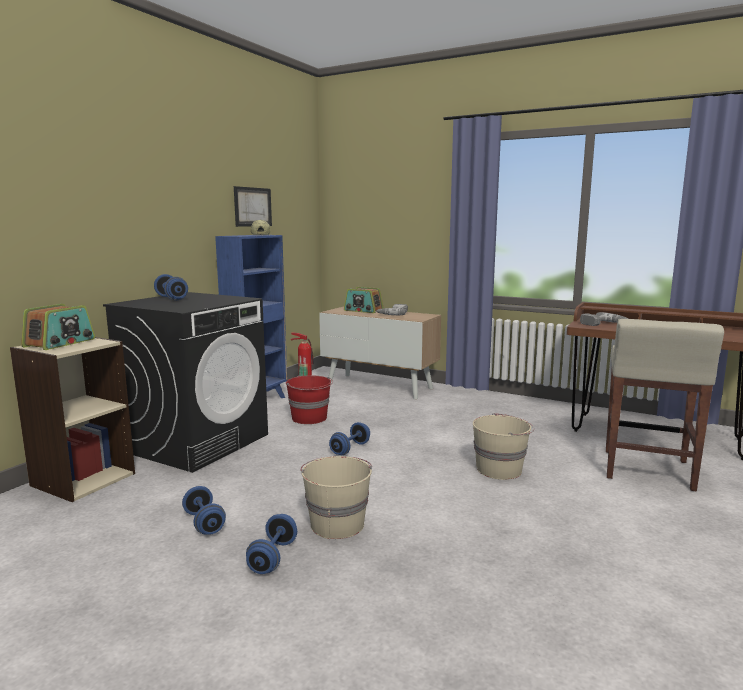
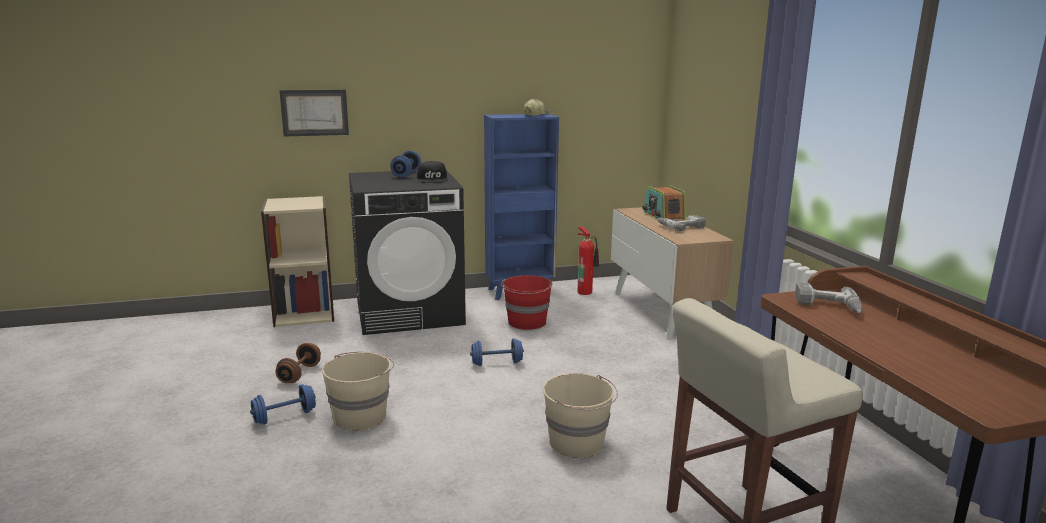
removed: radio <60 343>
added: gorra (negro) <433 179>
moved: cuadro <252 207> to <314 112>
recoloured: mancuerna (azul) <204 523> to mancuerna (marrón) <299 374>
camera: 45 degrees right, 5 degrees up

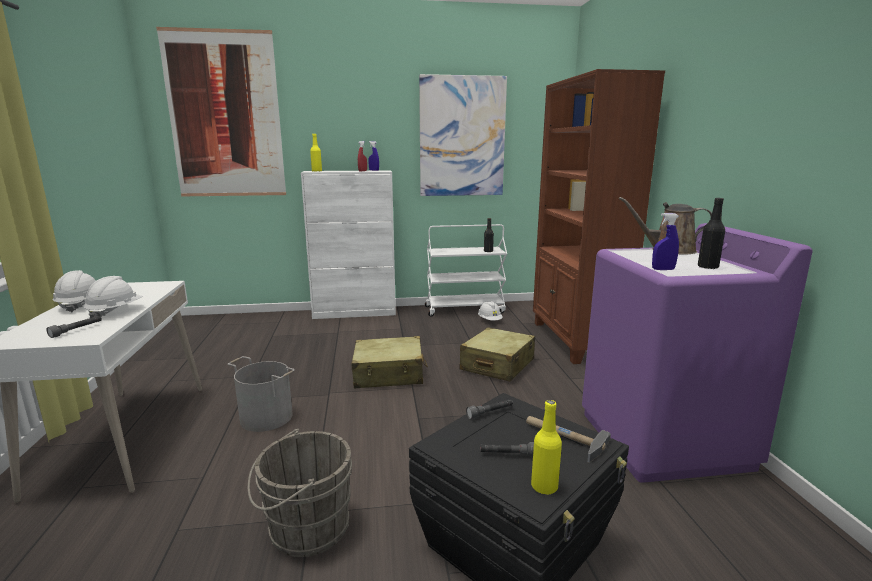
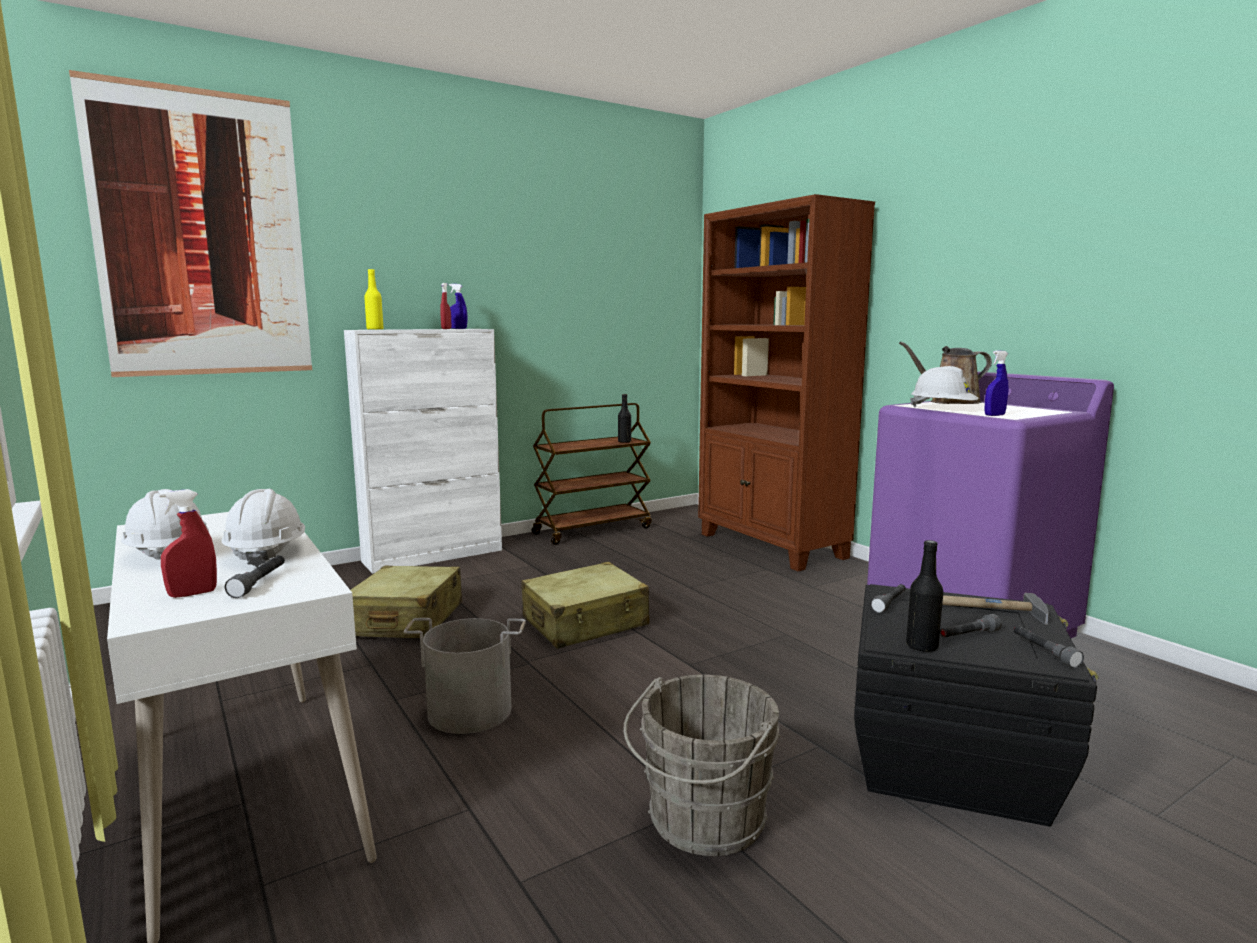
removed: cuadro <462 137>
added: pulverizador (rojo) <192 594>
moved: botella (negro) <707 267> to <921 646>; casco (blanco) <489 320> to <942 409>; maleta (beis) <497 365> to <405 620>
replaced: botella (amarillo) <544 487> to linterna (gris) <1044 652>
recoloured: carrito (blanco) <465 309> to carrito (marrón) <593 530>
camera: 25 degrees left, 5 degrees down

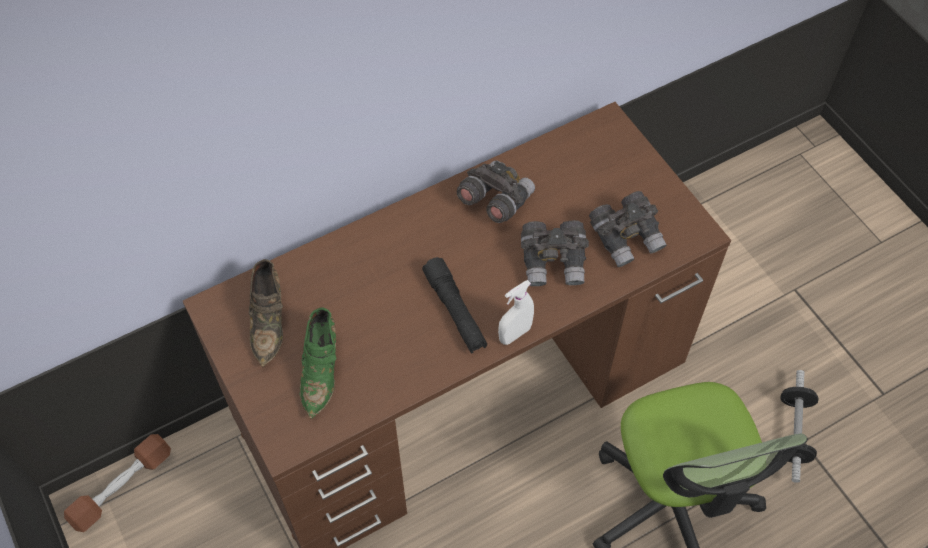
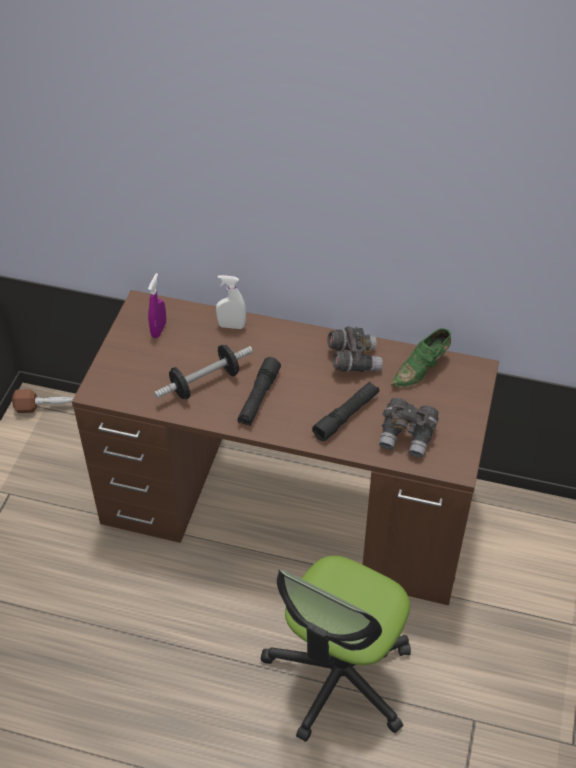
moved: pulverizador (blanco) <515 334> to <231 326>; zapato (verde) <321 370> to <421 370>; mancuerna <793 432> to <205 383>
replaced: prismáticos (gris) <554 262> to linterna (negro) <346 416>; zapato (marrón) <269 321> to pulverizador (morado) <159 330>
camera: 45 degrees right, 10 degrees down

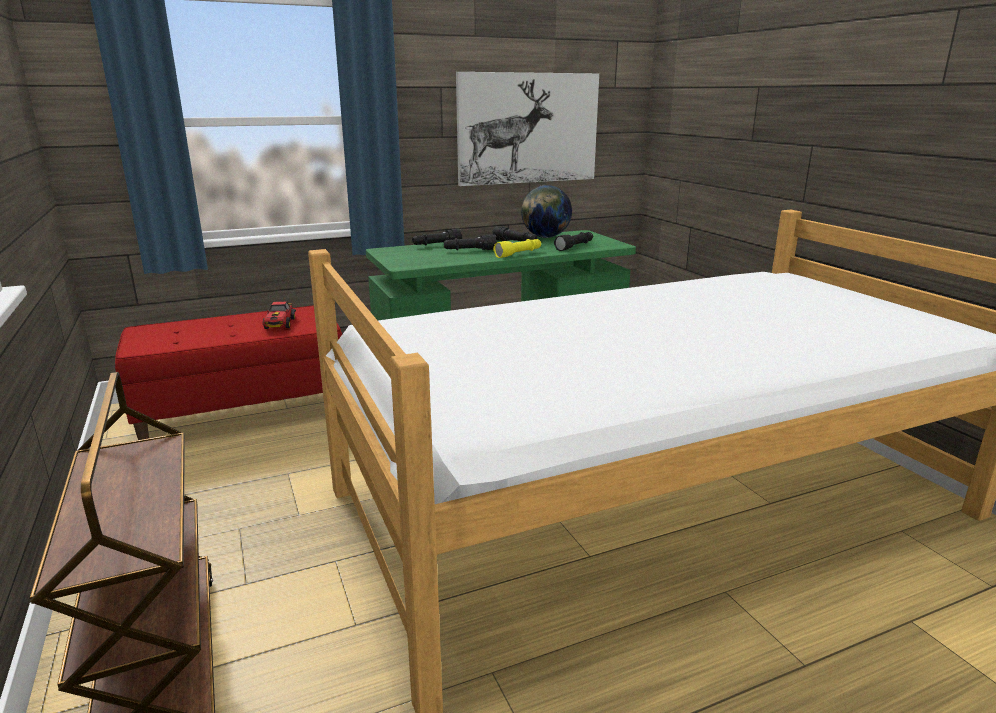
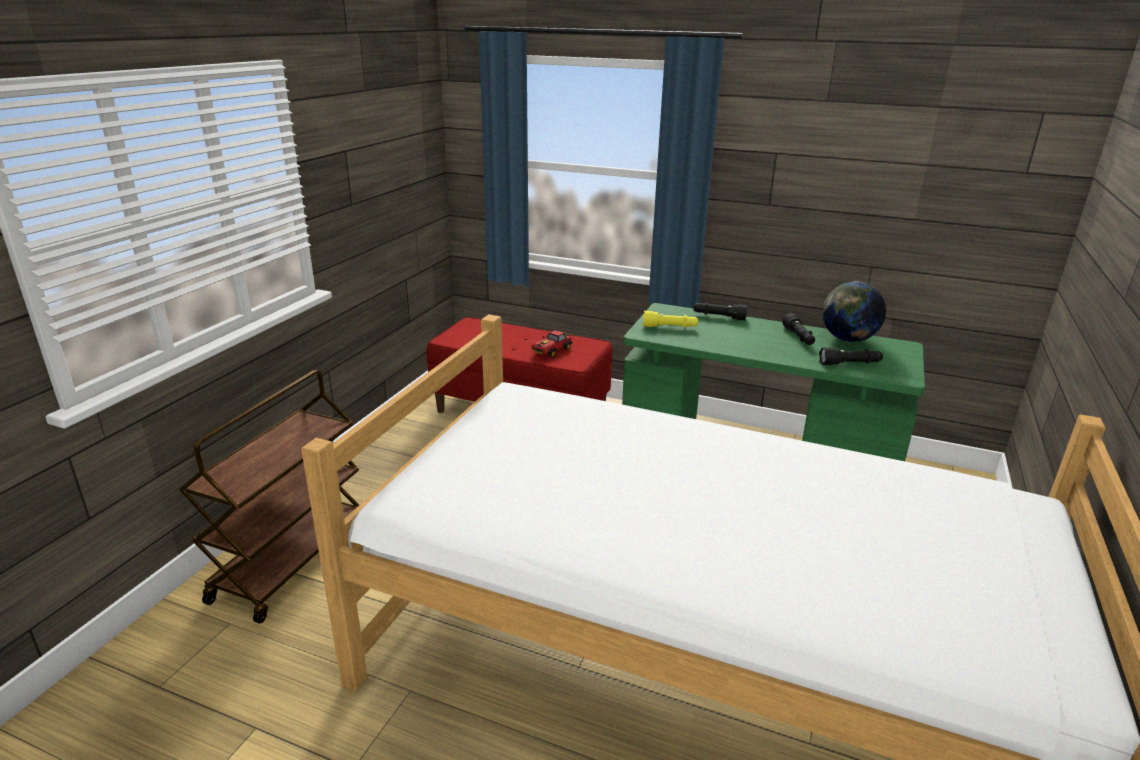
removed: cuadro <528 128>; linterna (negro) <470 250>
moved: linterna (amarillo) <518 254> to <669 327>
camera: 45 degrees right, 5 degrees up

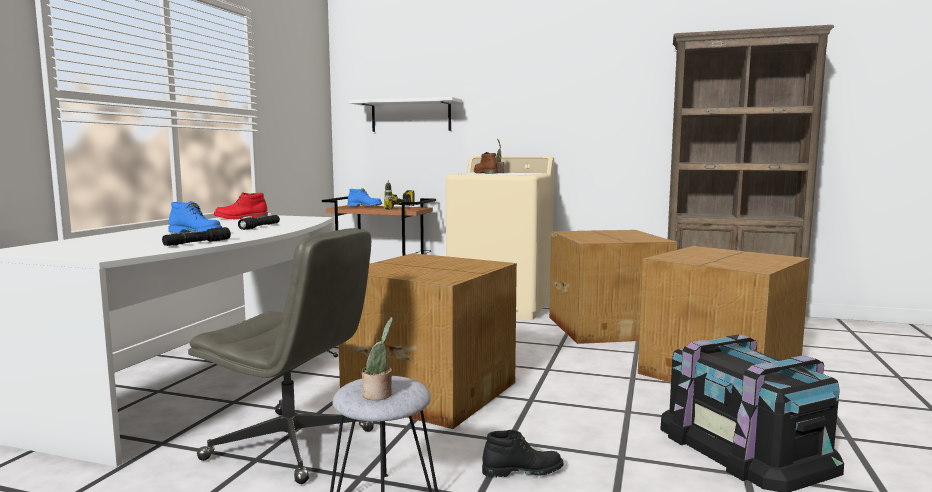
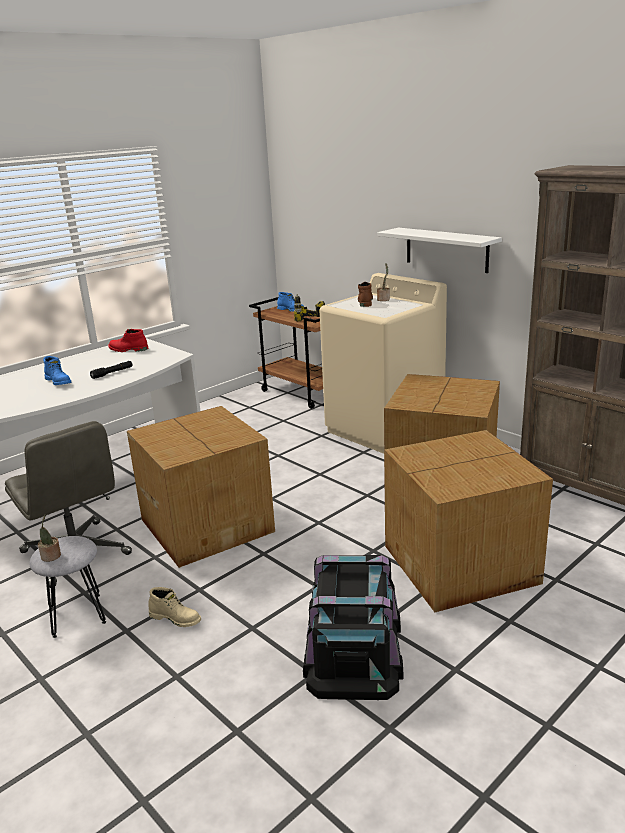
removed: linterna (negro) <197 243>
moved: estante (blanco) <411 116> to <446 249>
recoloured: bota (negro) <522 470> to bota (beis) <176 618>
camera: 30 degrees right, 15 degrees up

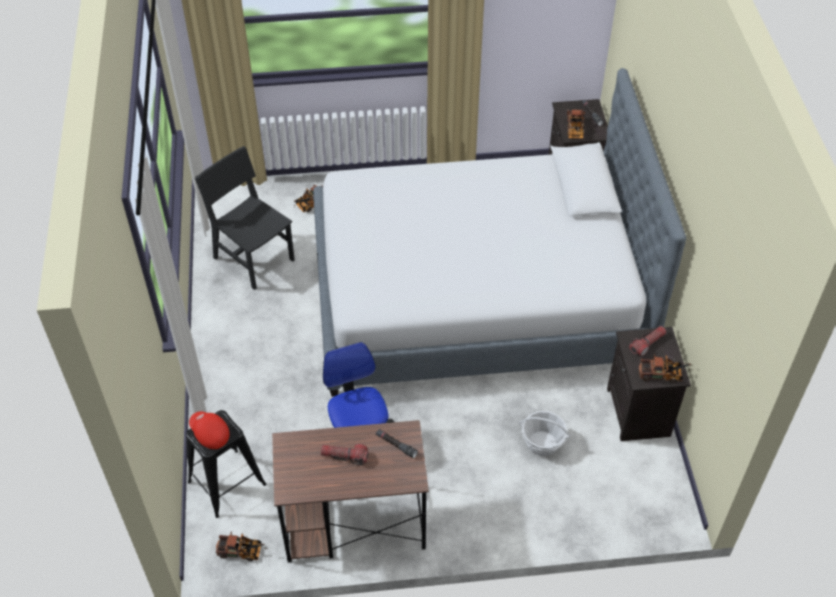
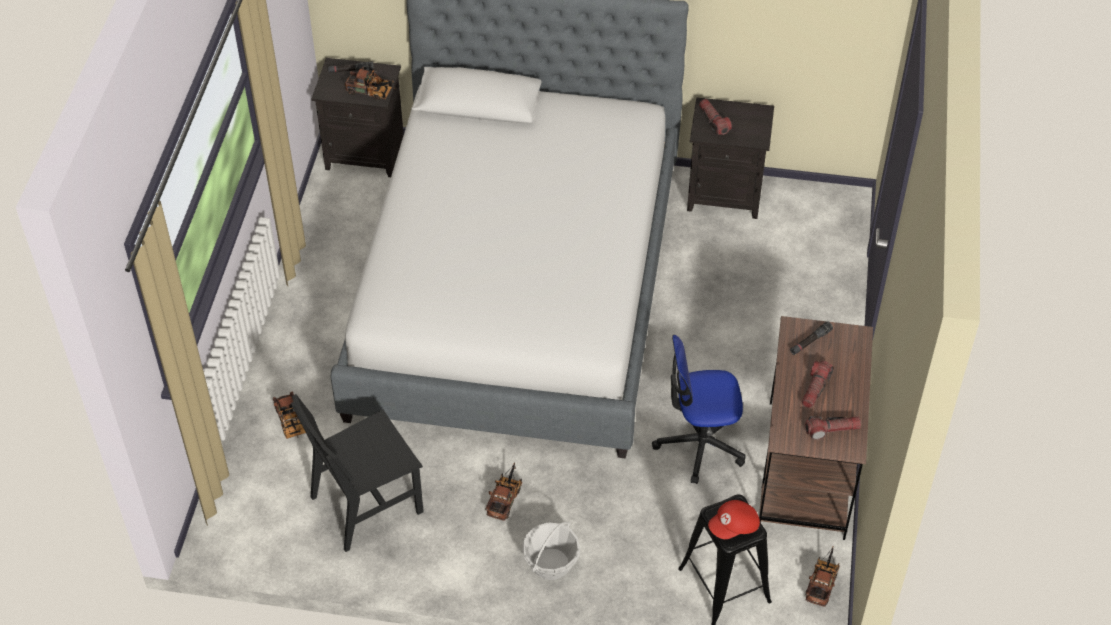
added: linterna <832 430>
moved: camión de juguete <663 375> to <505 497>; cesta <542 443> to <551 564>
camera: 75 degrees left, 0 degrees up

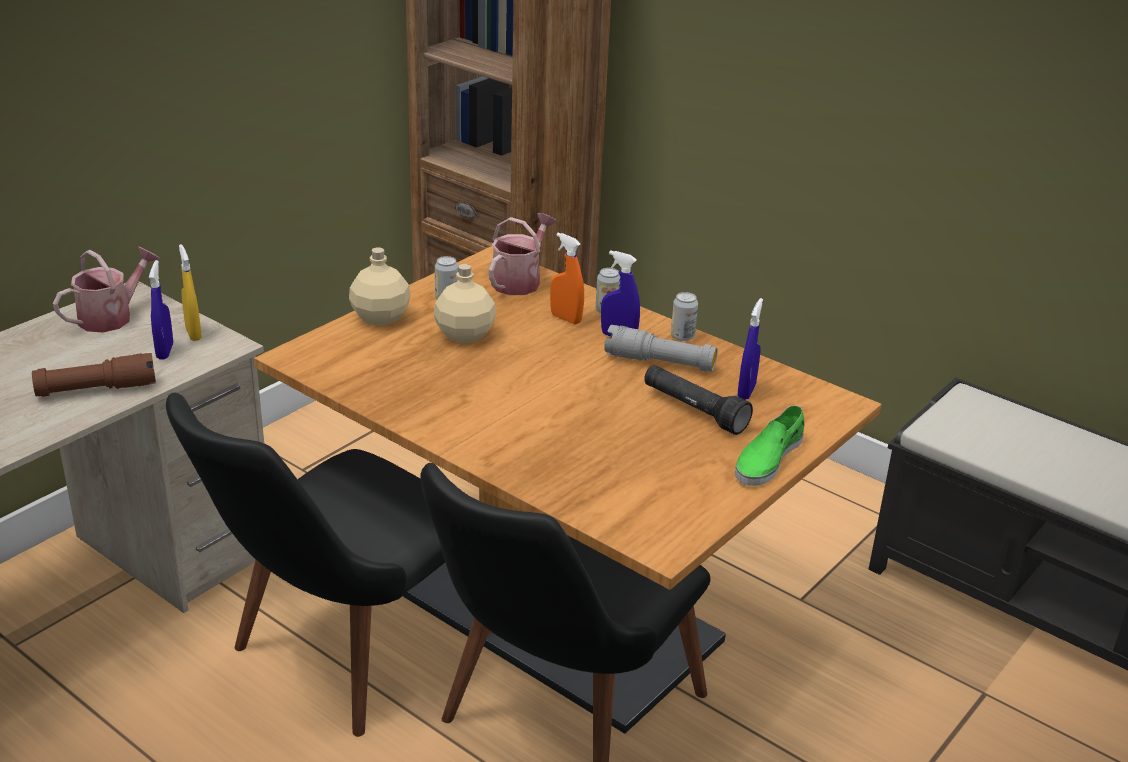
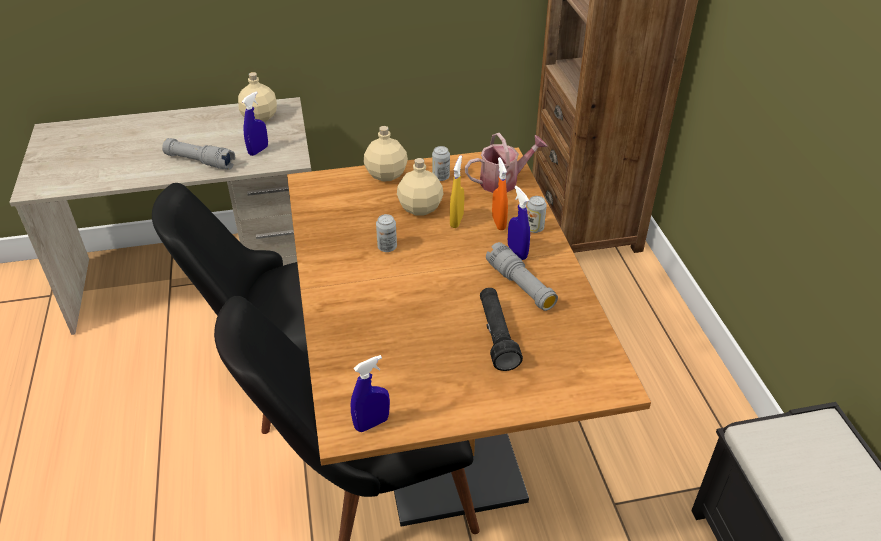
removed: zapato (verde) <768 459>
moved: pulverizador (amarillo) <193 333> to <456 221>; lata <682 336> to <387 247>; pulverizador (azul) <746 391> to <372 423>
replaced: regadera <111 317> to botella (beis) <260 117>
recoloured: linterna (marrón) <97 389> to linterna (gris) <200 161>
camera: 40 degrees right, 10 degrees up

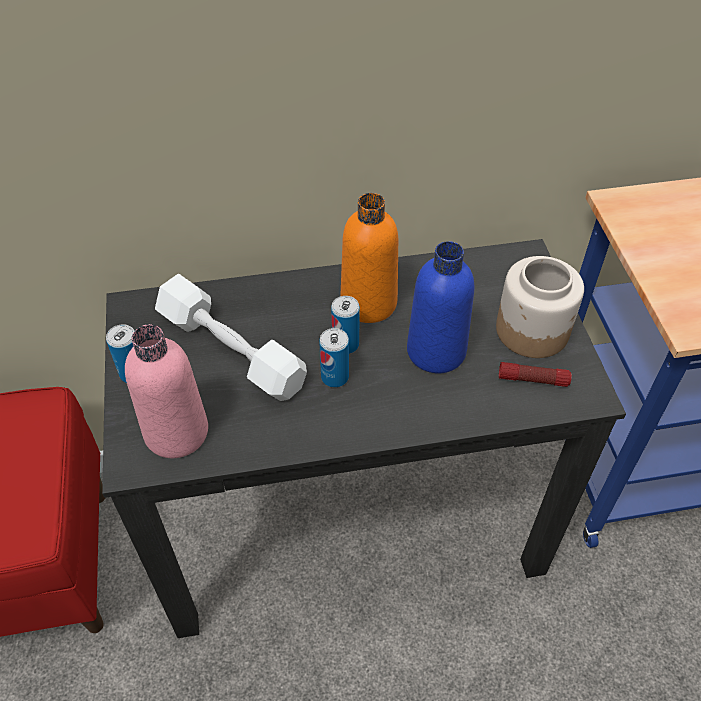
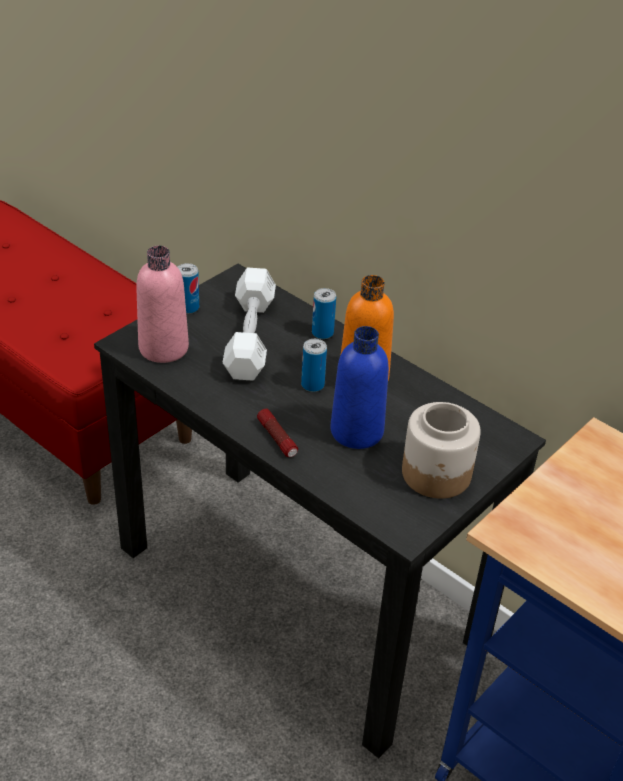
moved: lata <335 377> to <322 333>; linterna <533 379> to <277 438>
camera: 50 degrees right, 10 degrees down

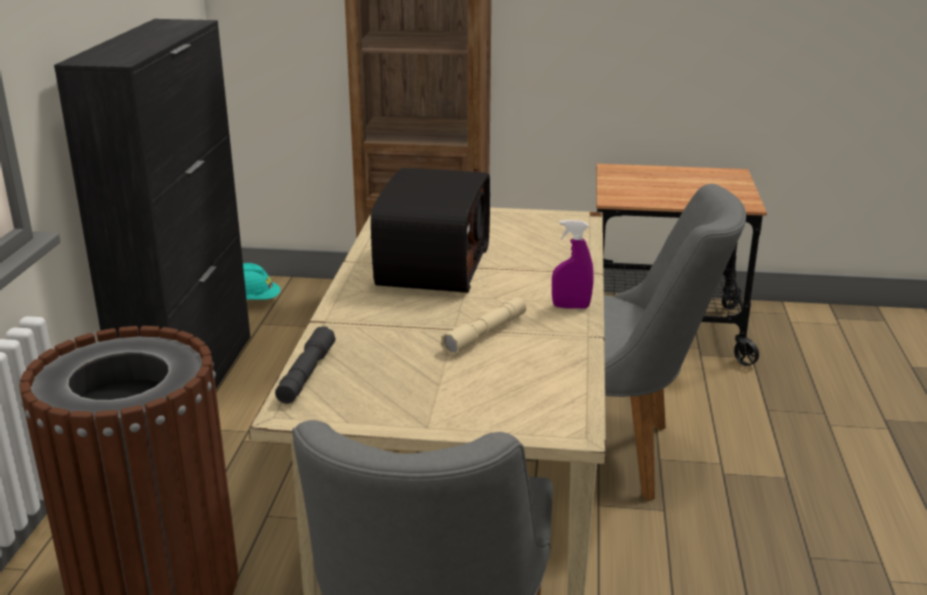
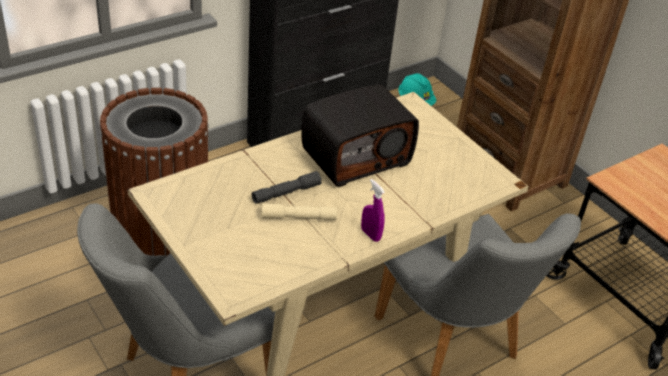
moved: linterna (gris) <306 374> to <286 193>
camera: 45 degrees right, 15 degrees up

